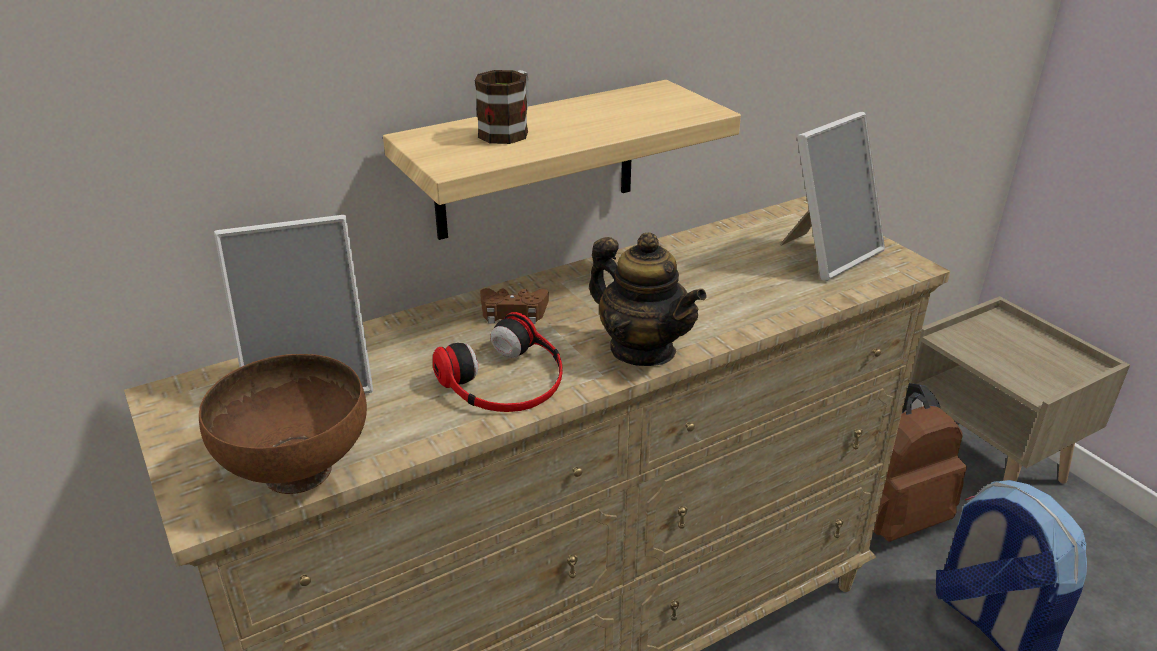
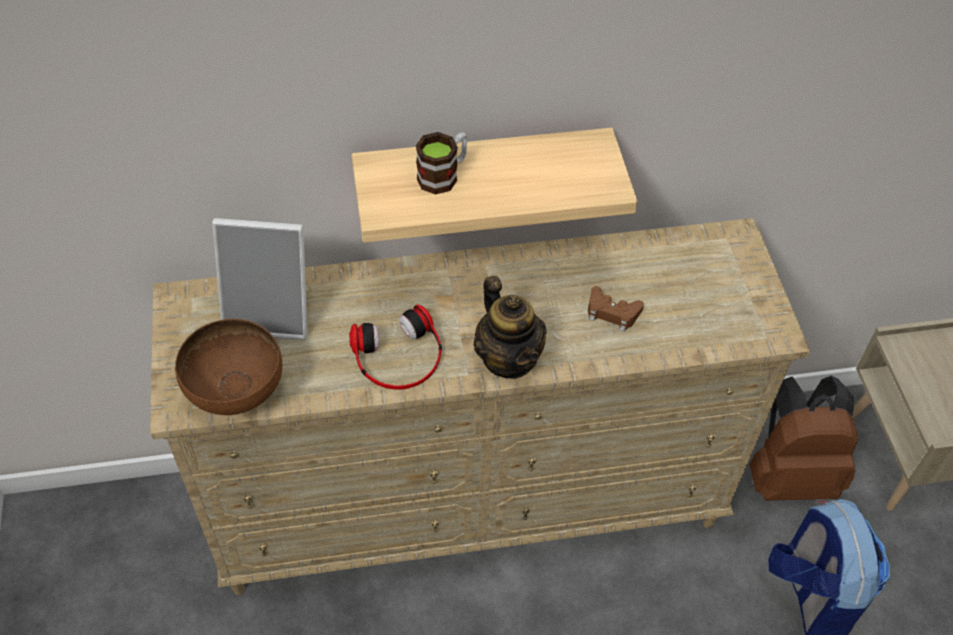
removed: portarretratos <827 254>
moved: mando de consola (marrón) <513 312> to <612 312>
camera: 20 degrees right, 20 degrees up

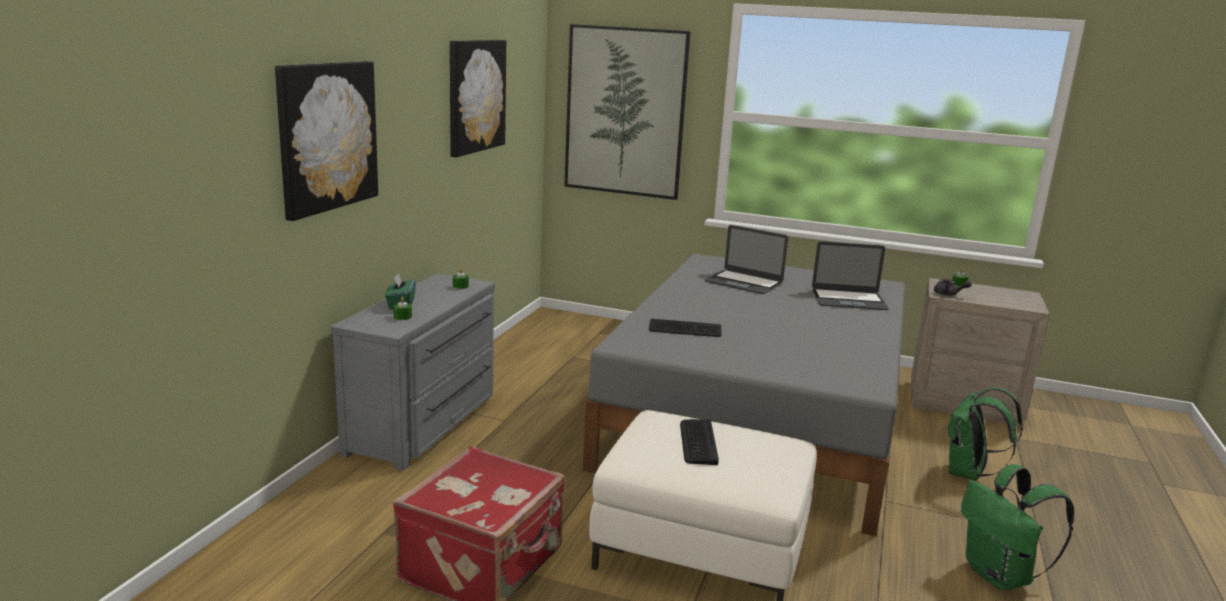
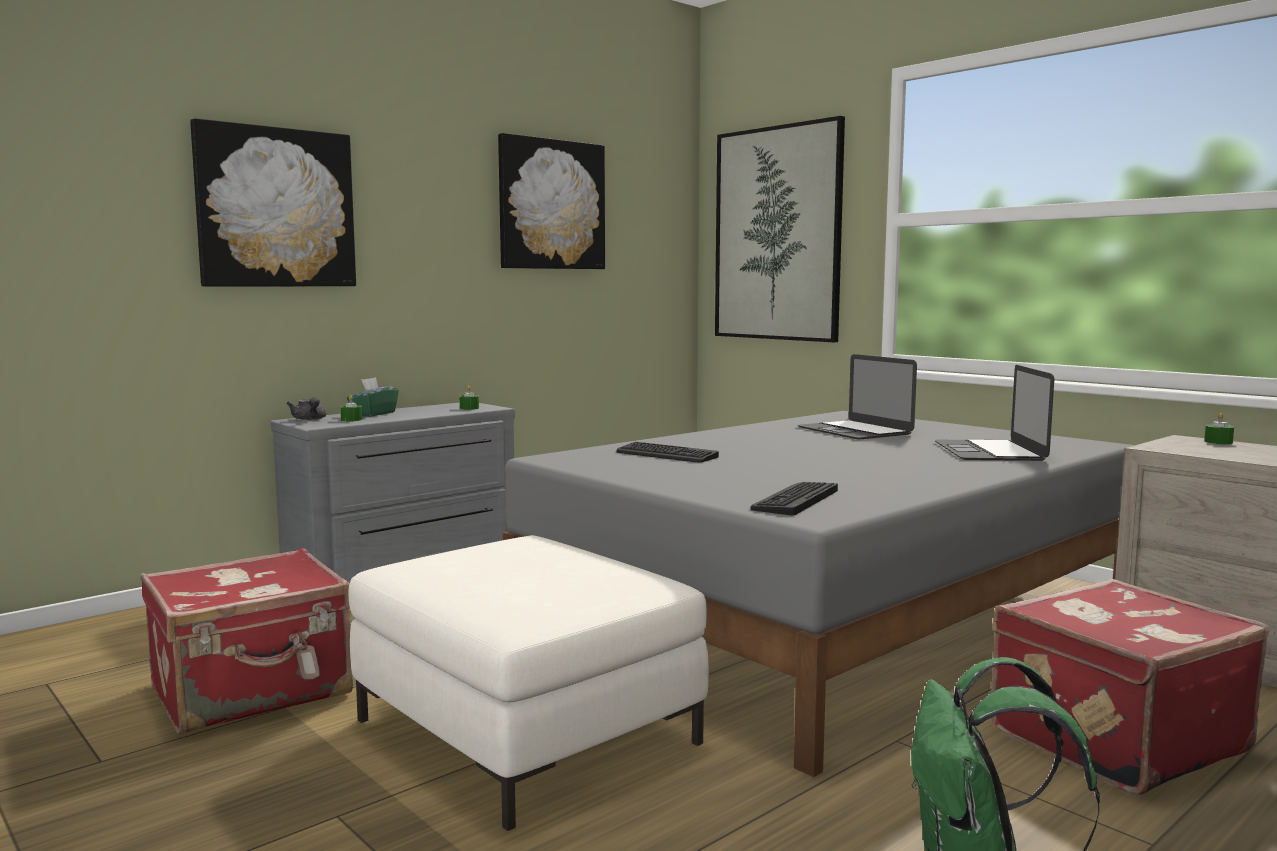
moved: tetera (gris) <948 294> to <310 419>; teclado <698 442> to <795 499>
replaced: mochila (verde) <969 474> to maleta (rojo) <1112 739>
turned: portátil <849 300> = <989 451> 60 degrees clockwise
camera: 30 degrees right, 10 degrees down

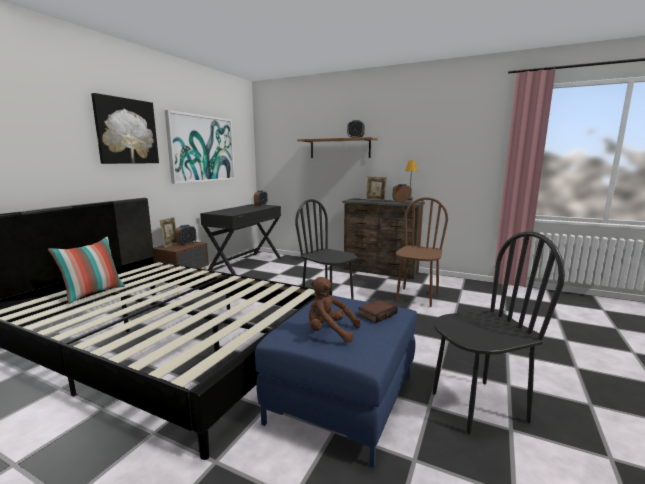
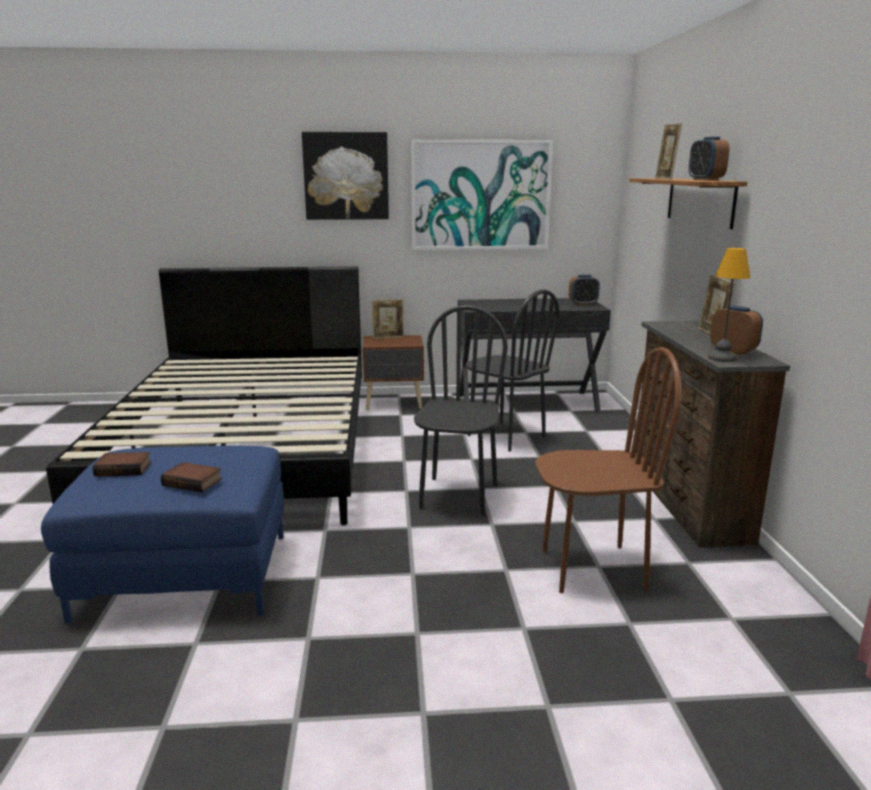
removed: despertador <186 244>; cojín <93 293>
added: portarretratos <665 179>
moved: silla (negro) <478 406> to <505 436>
replaced: peluche (marrón) <329 332> to libro <124 468>
camera: 60 degrees right, 5 degrees up

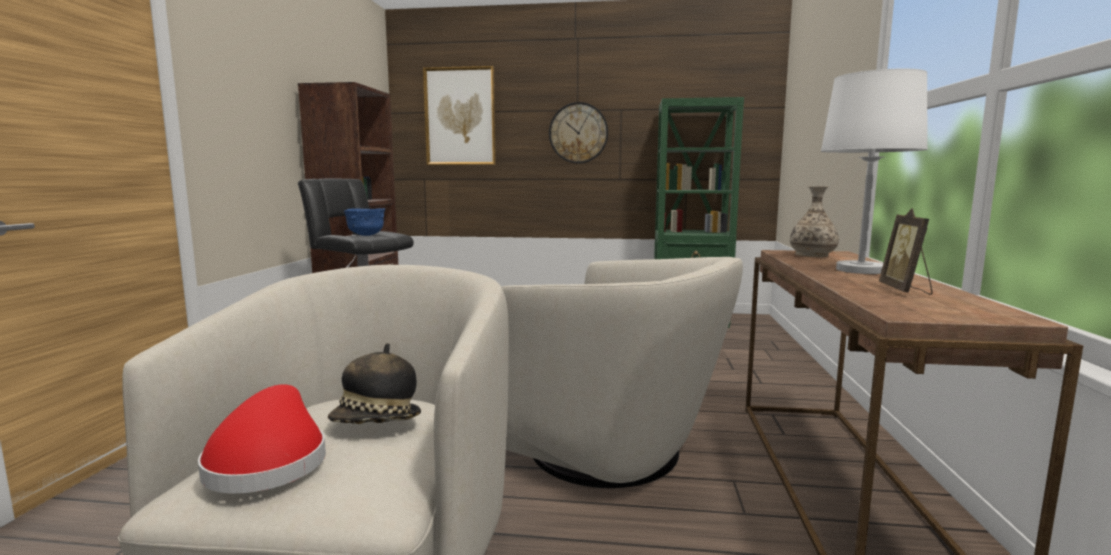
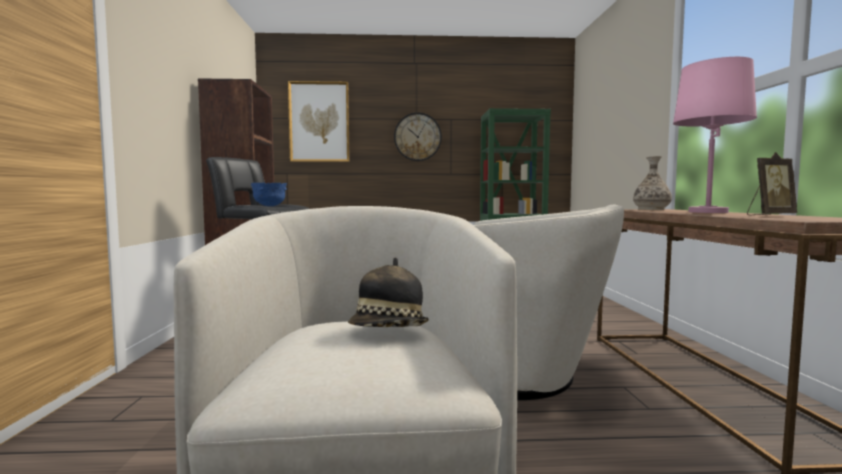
removed: sombrero (rojo) <269 462>
recoloured: lámpara de mesa (blanco) <859 270> to lámpara de mesa (rosa) <707 212>
turned: portarretratos <905 290> = <769 215> 105 degrees counterclockwise
camera: 10 degrees left, 5 degrees down

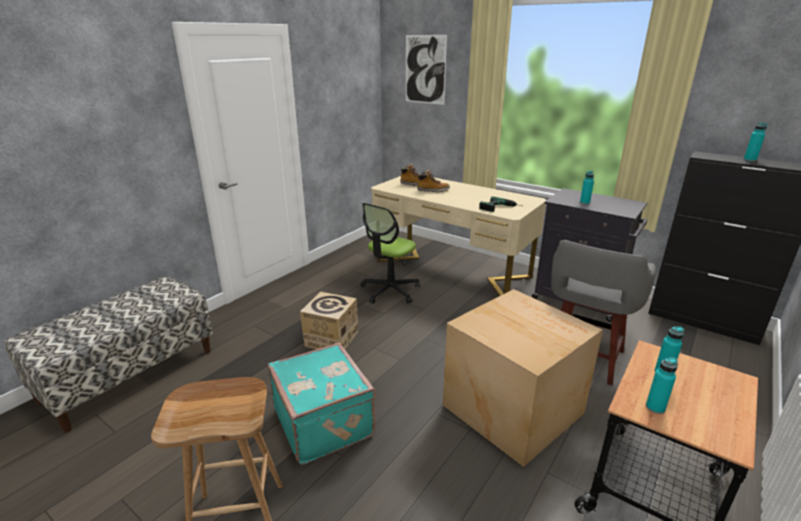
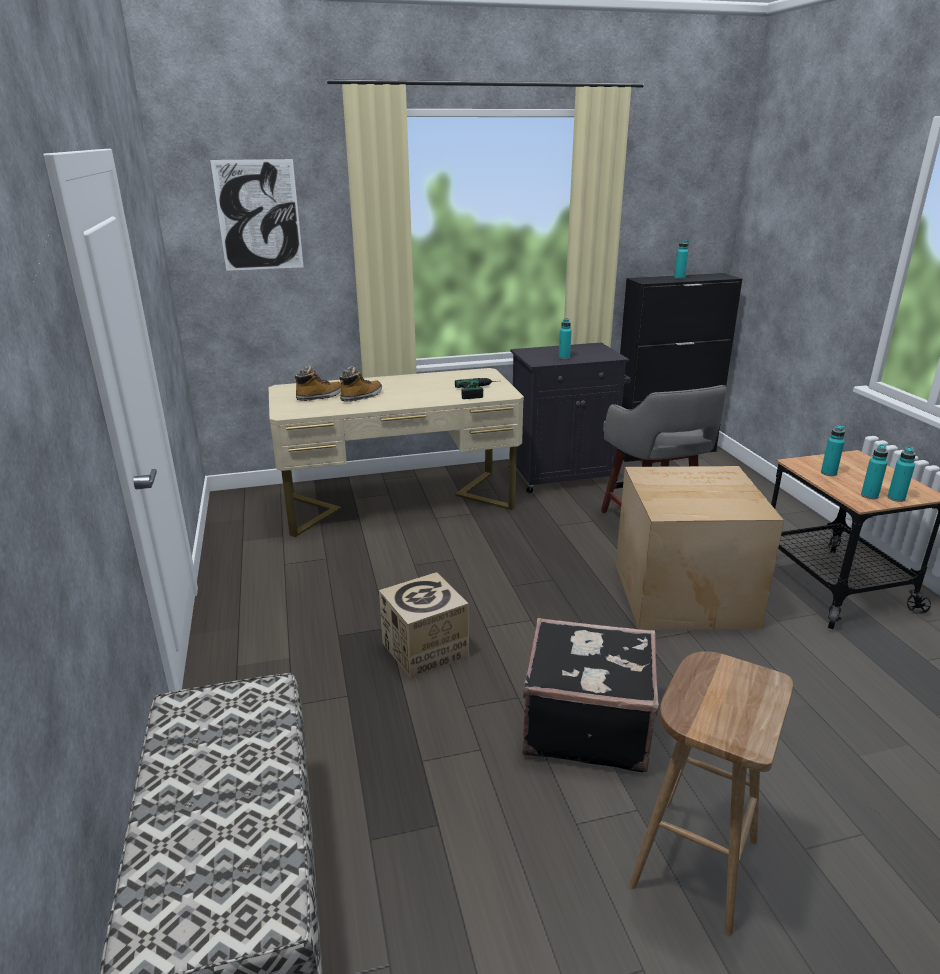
removed: silla de oficina <390 291>
added: botella (turquesa) <896 498>
recoloured: maleta (turquesa) <325 421> to maleta (negro) <585 723>
camera: 50 degrees left, 0 degrees up

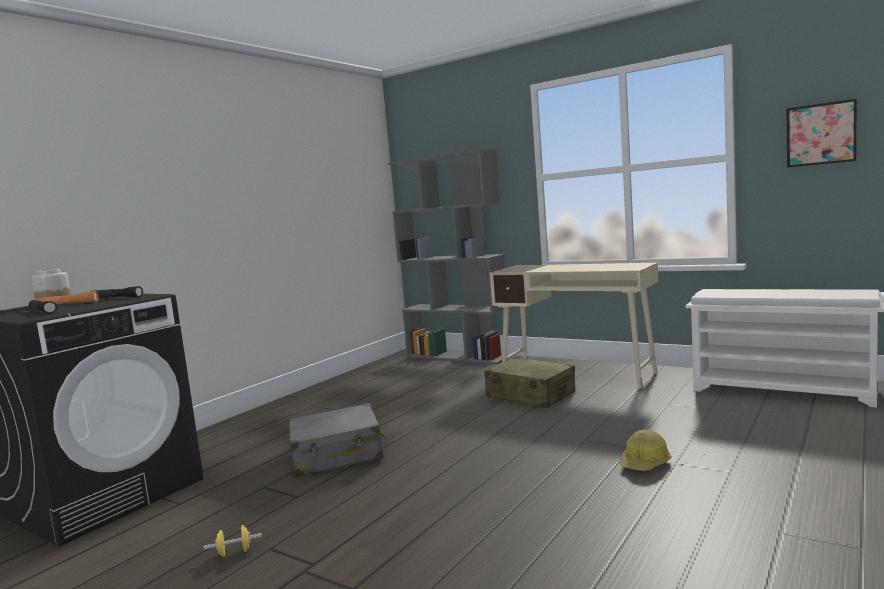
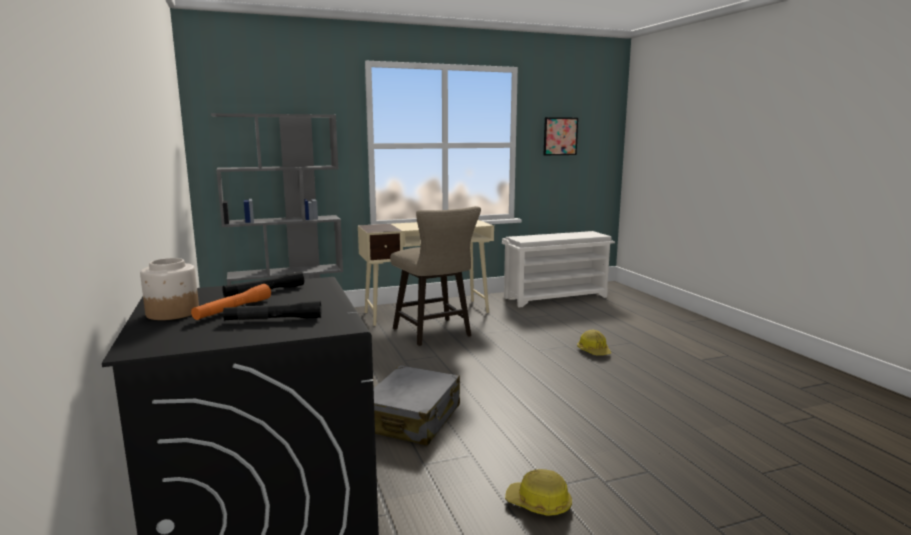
replaced: maleta (beis) <530 395> to taburete (beis) <435 334>; mancuerna (amarillo) <234 552> to casco <539 504>
camera: 55 degrees left, 5 degrees up

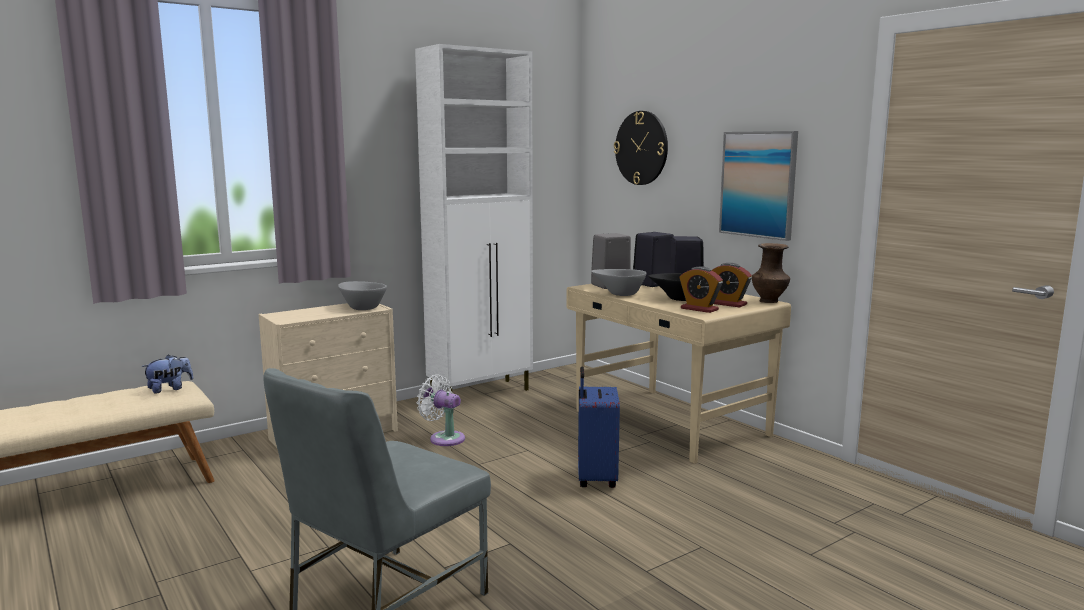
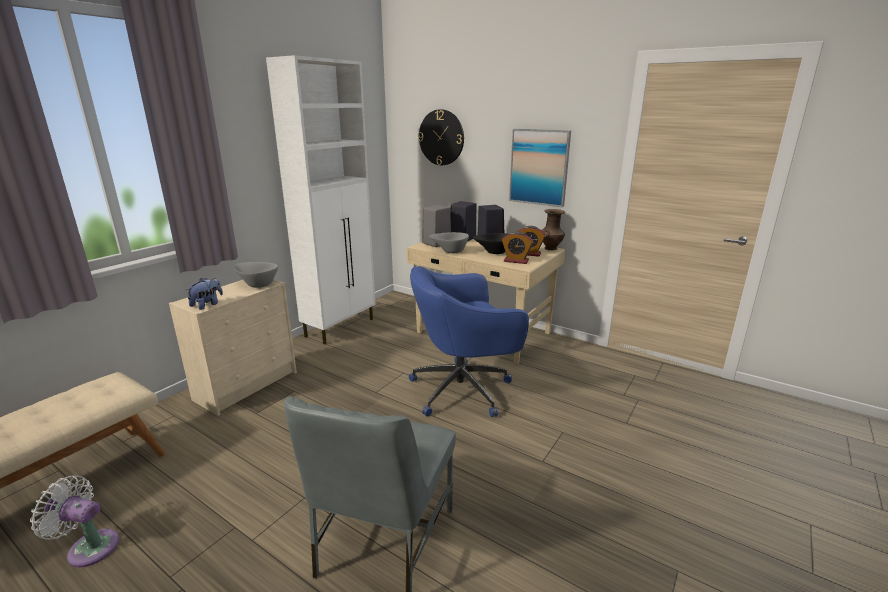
moved: peluche <169 389> to <207 304>; ventilador (blanco) <444 438> to <89 547>
replaced: maleta (azul) <595 479> to silla de oficina (azul) <464 389>
camera: 20 degrees left, 10 degrees up

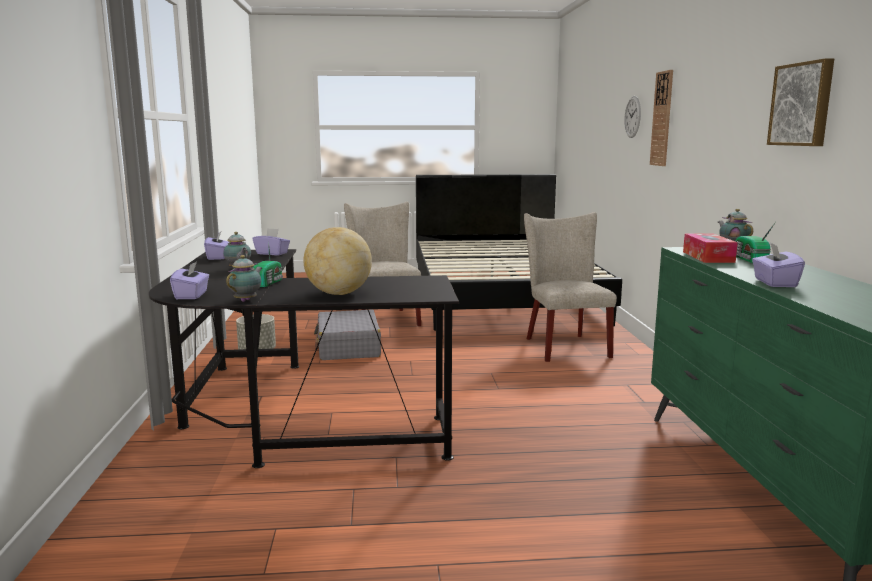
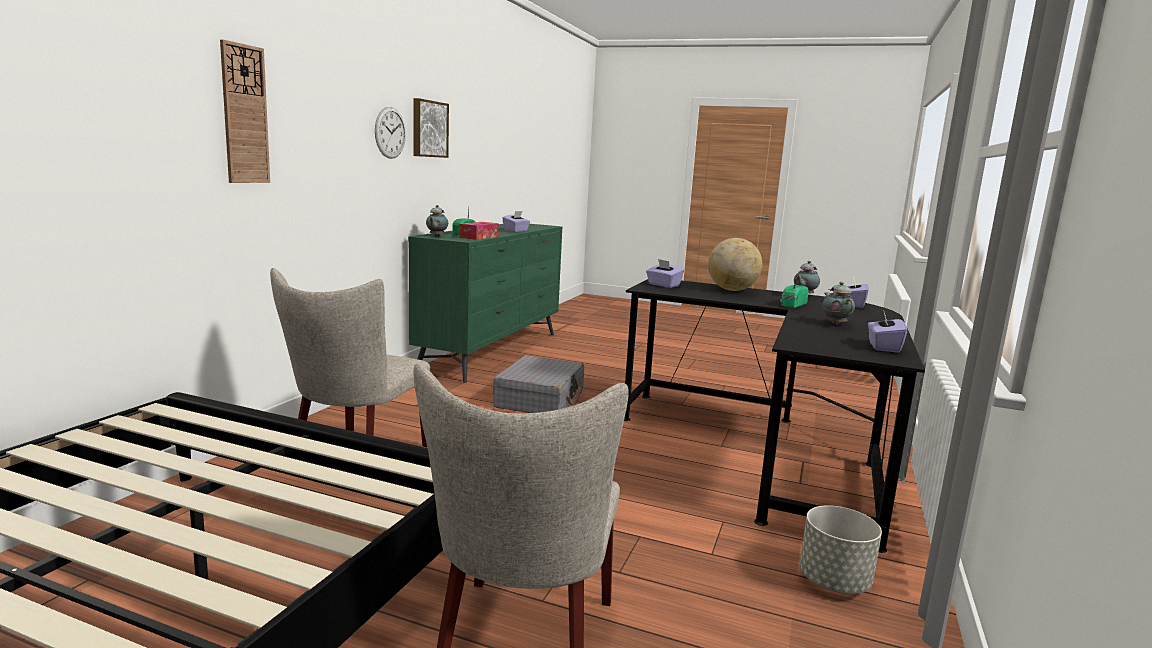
moved: reloj de pared <632 117> to <390 132>; caja de pañuelos (morado) <272 253> to <663 285>; maleta (gris) <348 347> to <540 399>
camera: 155 degrees left, 0 degrees up

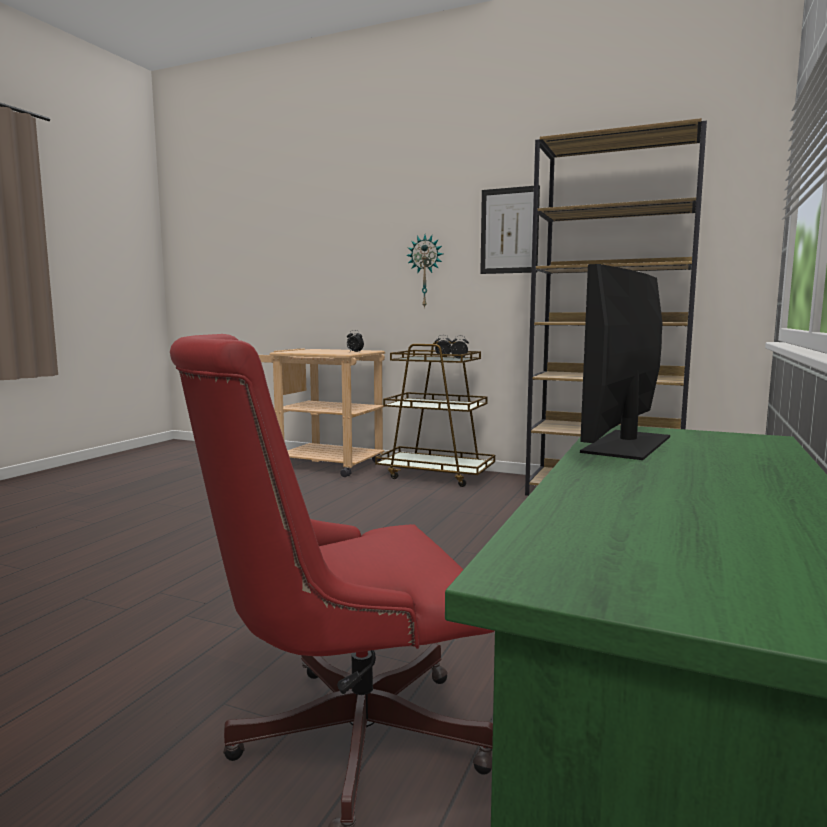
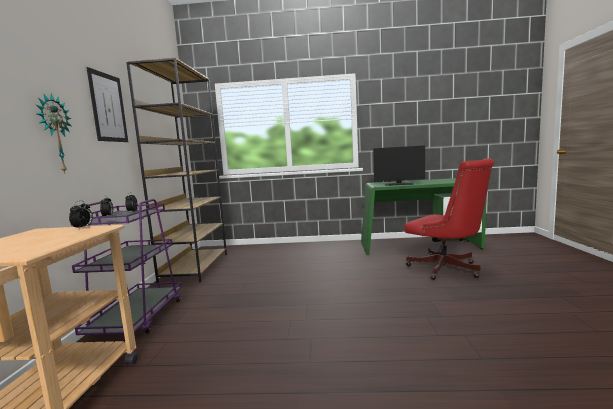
recoloured: carrito (marrón) <436 475> to carrito (morado) <138 318>
camera: 110 degrees left, 0 degrees up

